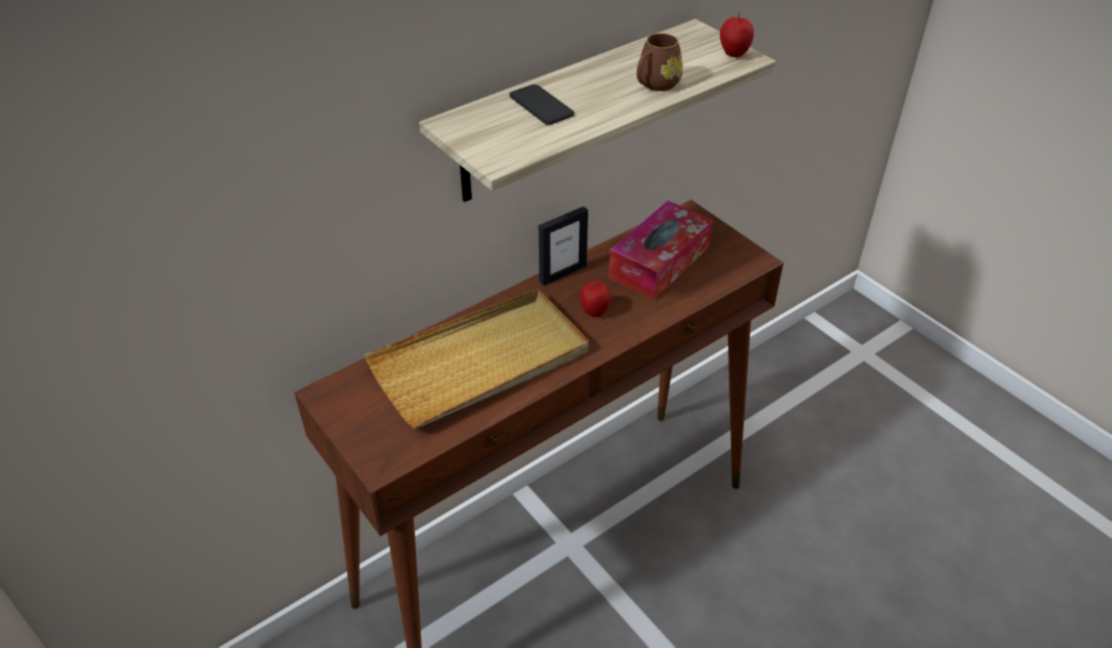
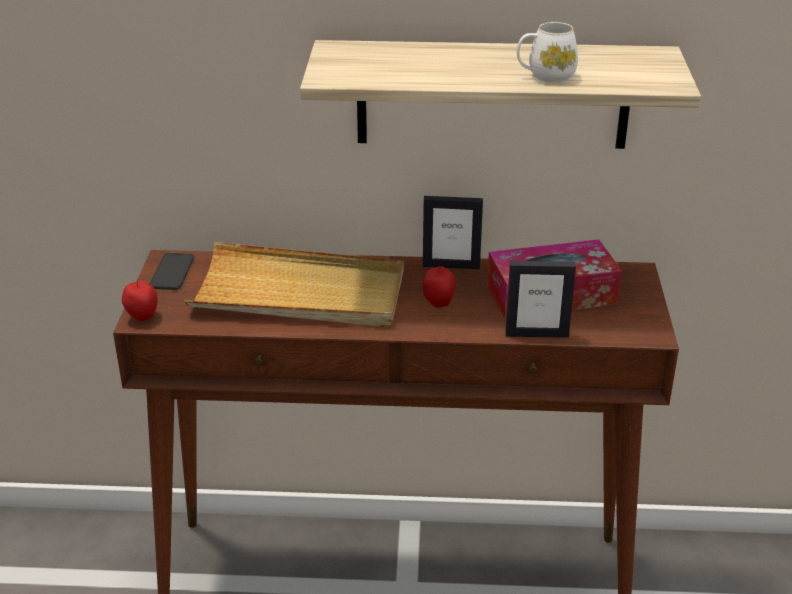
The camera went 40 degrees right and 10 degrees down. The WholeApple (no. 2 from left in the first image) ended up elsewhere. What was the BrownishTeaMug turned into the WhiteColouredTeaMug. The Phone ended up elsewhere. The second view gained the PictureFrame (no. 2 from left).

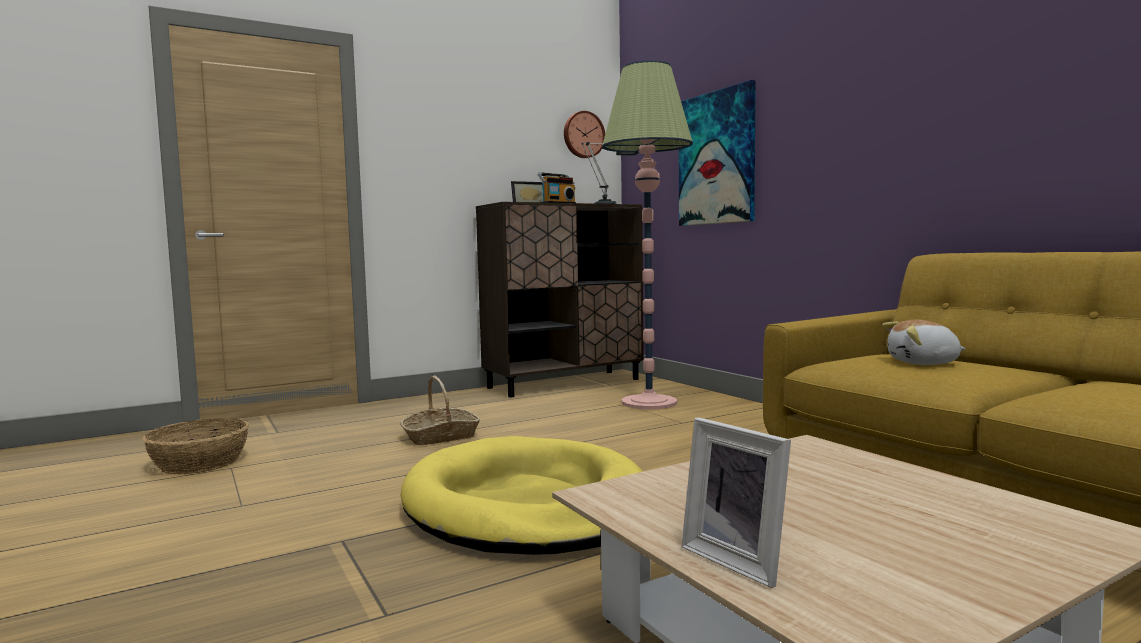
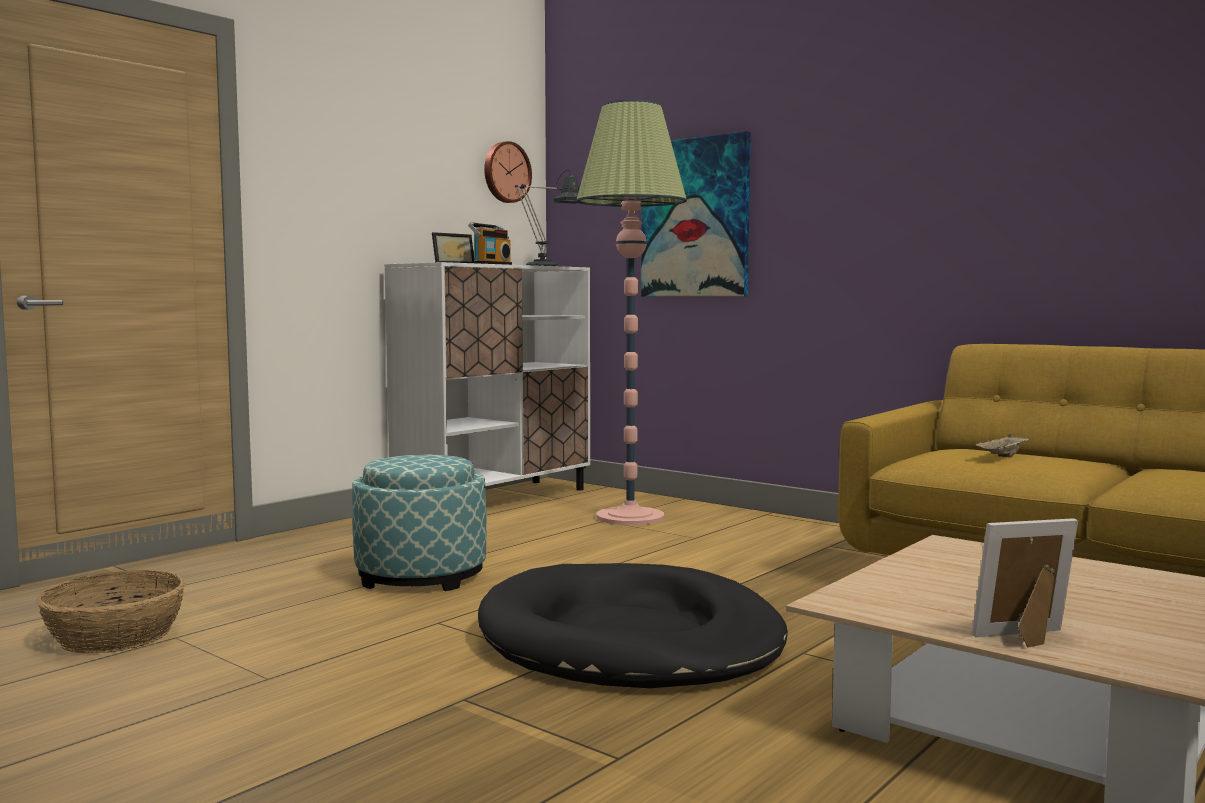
The camera went 20 degrees left and 0 degrees up. What was the BrownishCabinet turned into the WhiteColouredCabinet. Where the SoftToy stood, the SandColouredCarryingTray came to stand. Where the StorageBasket (no. 2 from left) stood, the Footrest came to stand. The PictureFrame (no. 2 from left) ended up facing another way, 135 degrees clockwise from before. What was the YellowColouredDogCushion turned into the BlackDogCushion.

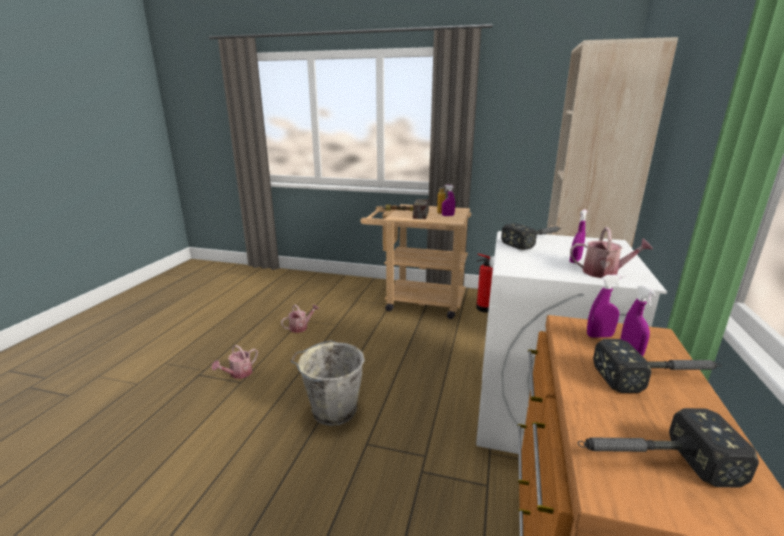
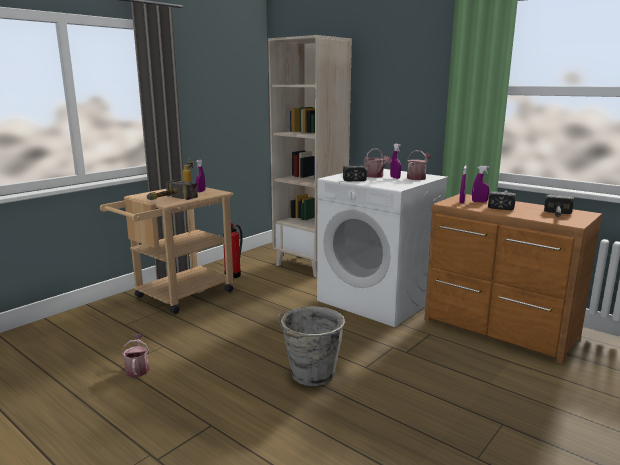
The camera went 65 degrees left and 5 degrees down. The WateringCan (no. 1 from left in the first image) ended up elsewhere.

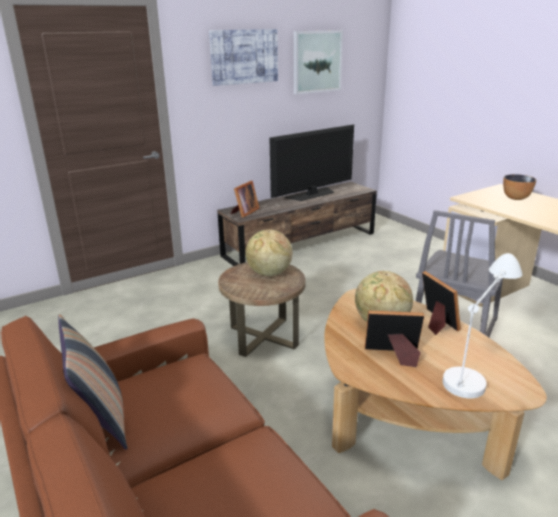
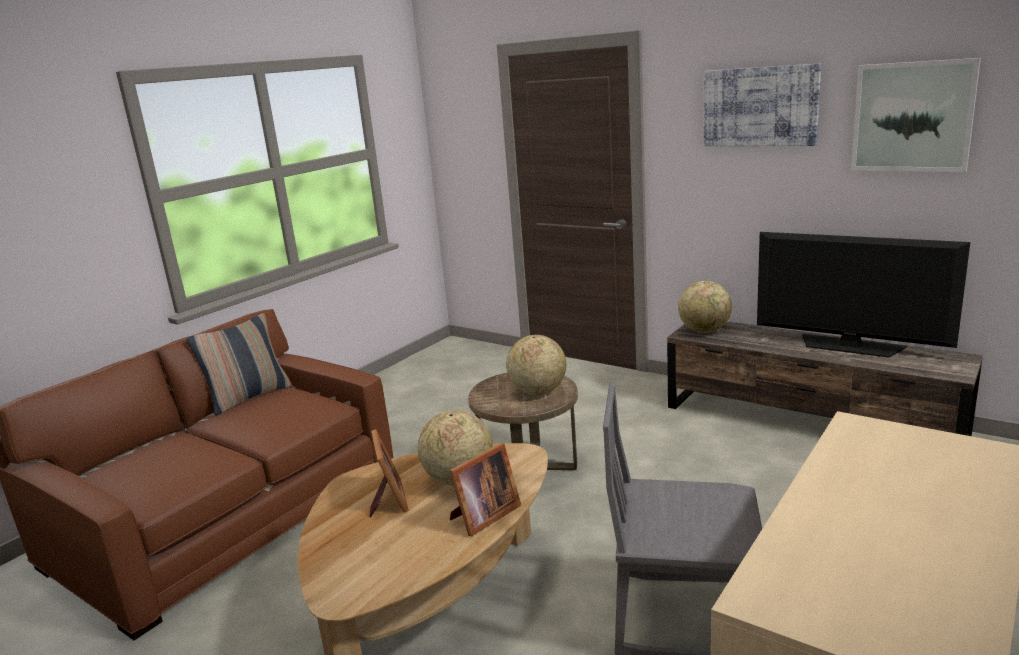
The camera went 70 degrees right and 5 degrees down. The second view lost the Bowl. Where the PictureFrame (no. 1 from left) stood, the Globe (no. 3 from left) came to stand. The second view lost the WhiteColouredTabletopLamp.

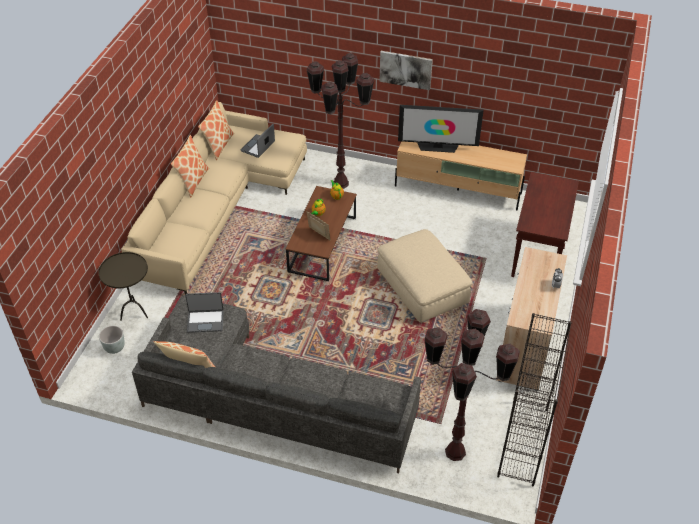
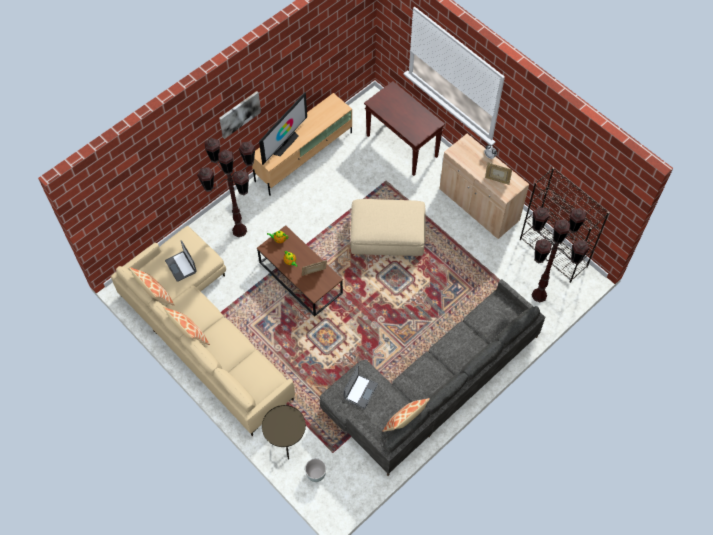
The camera went 60 degrees left and 15 degrees up. The second view gained the PictureFrame (no. 2 from left).

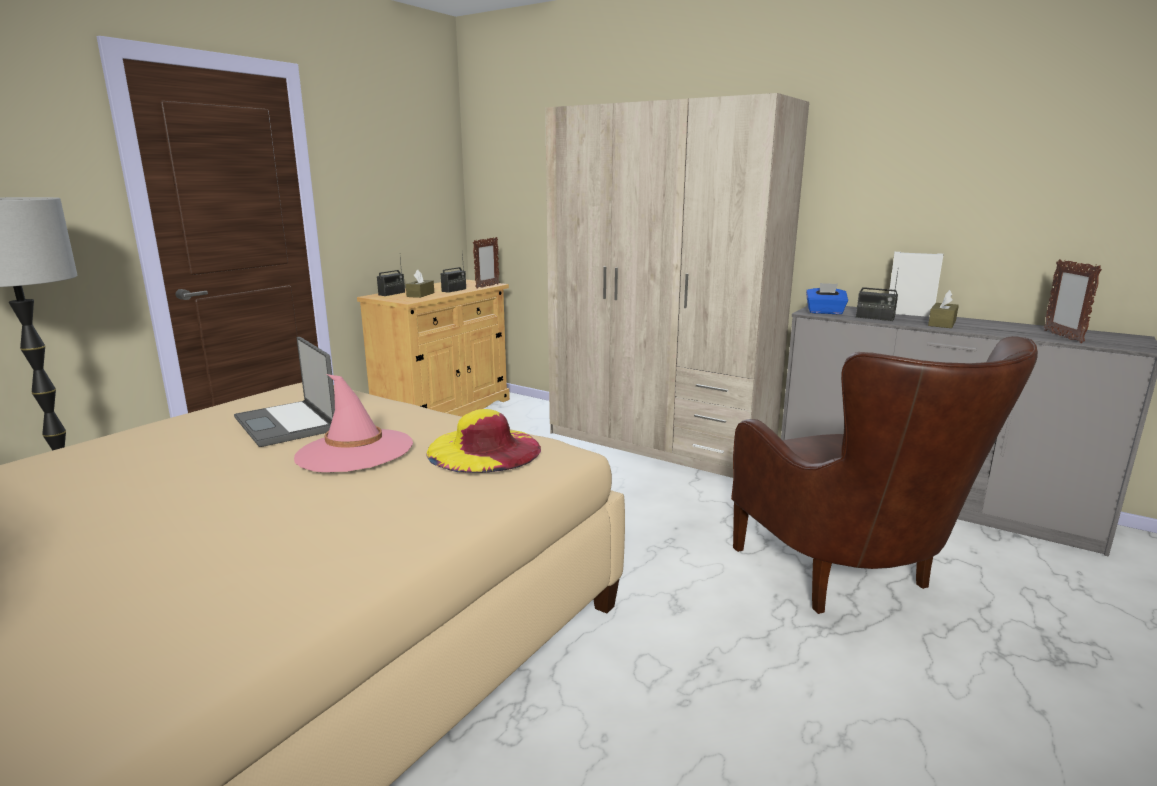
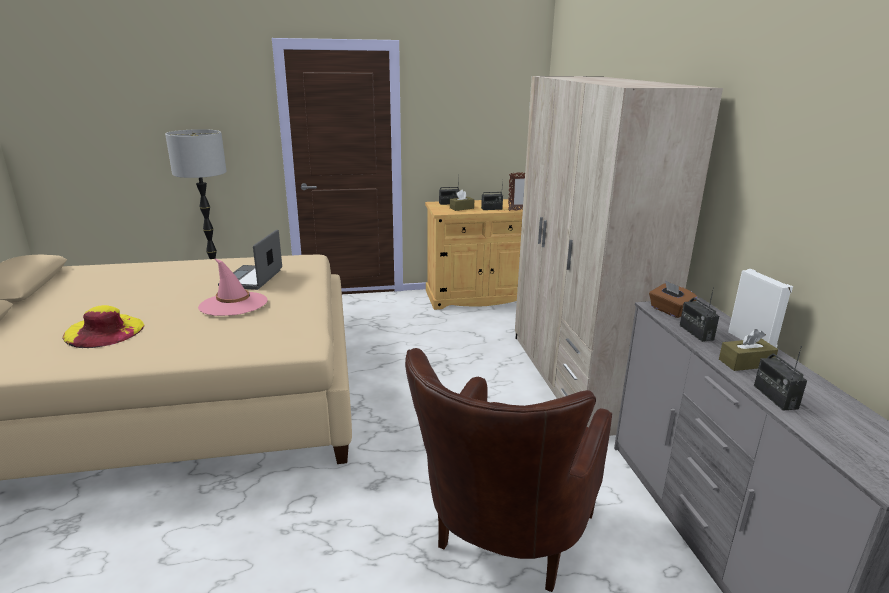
The camera went 45 degrees right and 5 degrees up. The second view lost the PictureFrame (no. 2 from left). What was the BlueColouredBoxOfTissues turned into the BrownishBoxOfTissues (no. 2 from left). The YellowColouredClothingHat ended up elsewhere. The second view gained the RadioReceiver (no. 4 from left).

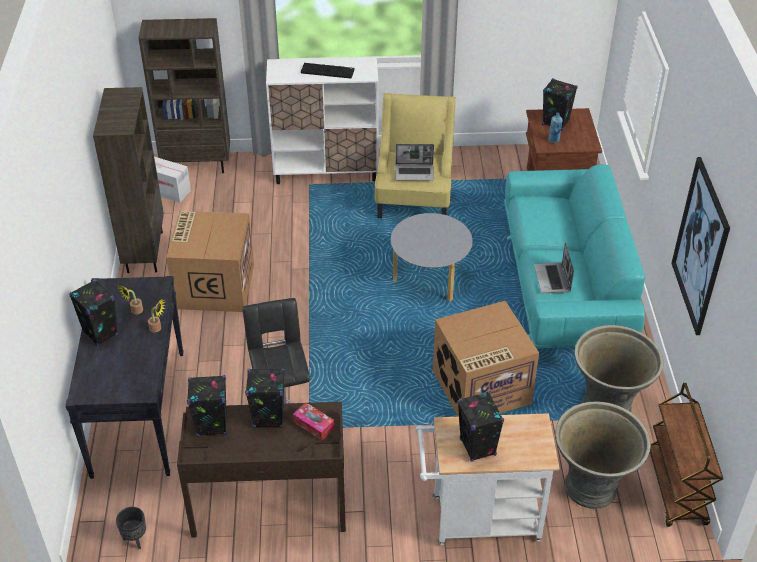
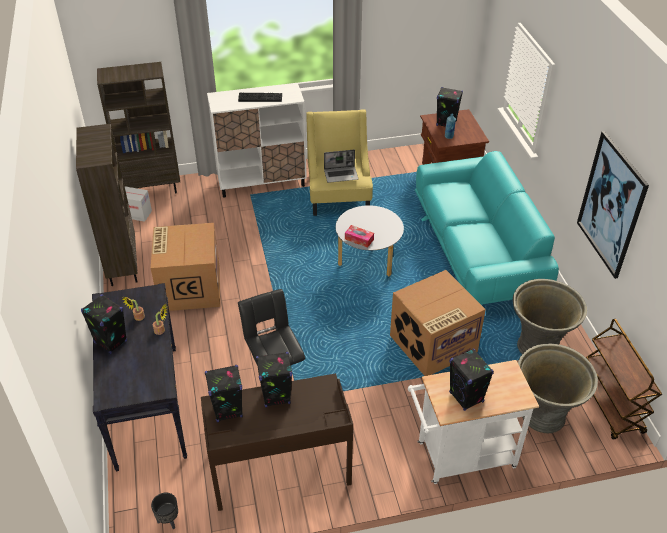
The camera went 10 degrees left and 0 degrees up. The second view lost the PortableComputer (no. 2 from left). The BoxOfTissues ended up elsewhere.

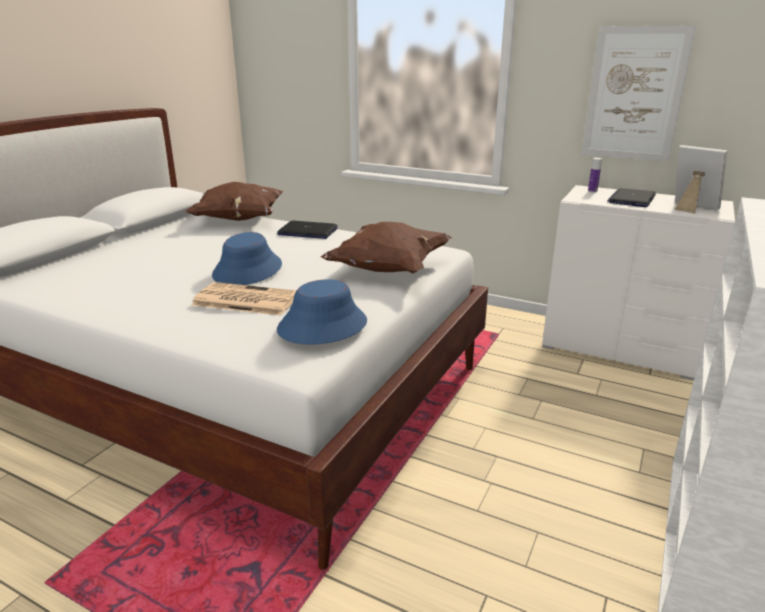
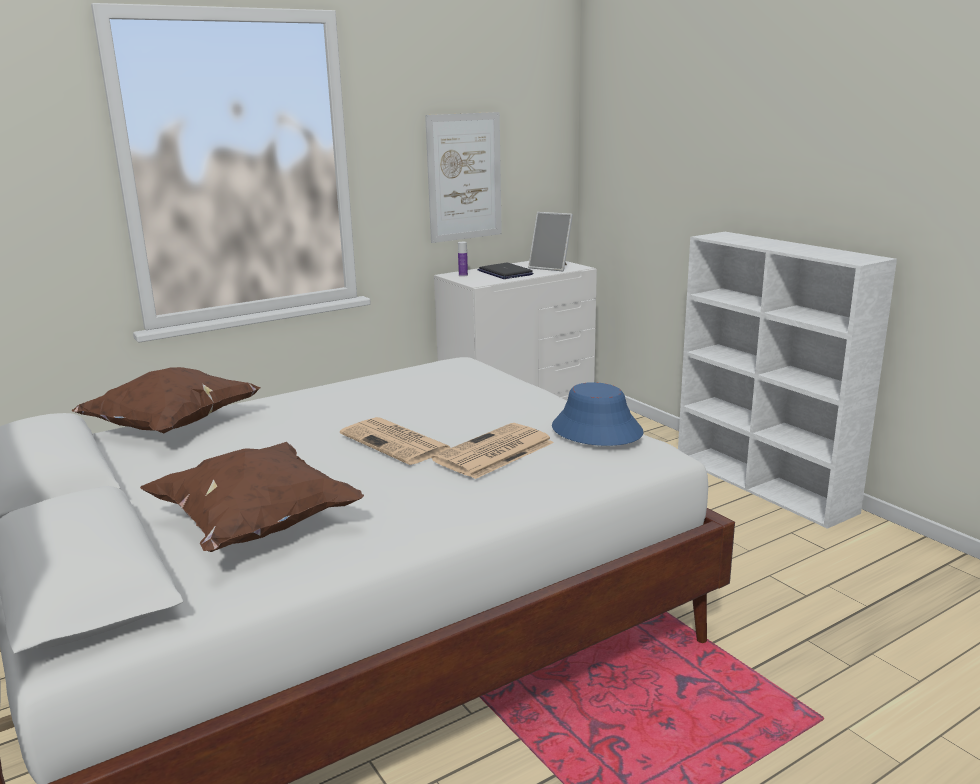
The camera went 60 degrees left and 5 degrees down. The PictureFrame ended up facing another way, 135 degrees counterclockwise from before. The second view lost the PortableComputer (no. 1 from left). The BrownishThrowPillow (no. 2 from left) ended up elsewhere. Where the BlueColouredClothingHat (no. 1 from left) stood, the Newspaper (no. 1 from left) came to stand.

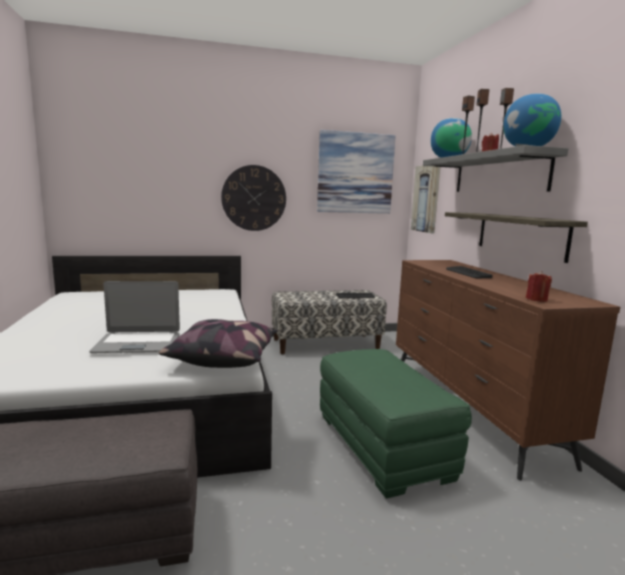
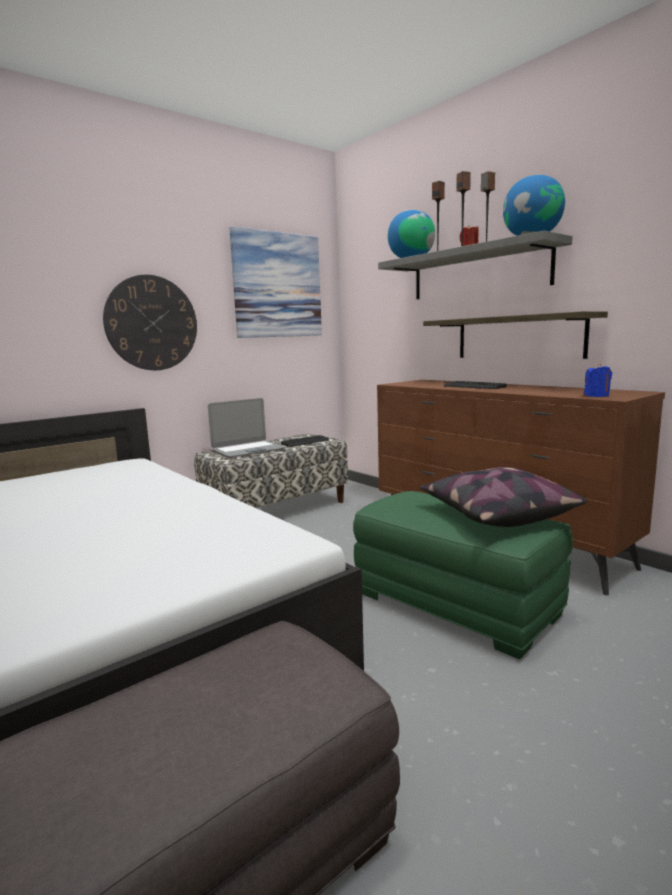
The camera went 25 degrees left and 0 degrees up. The second view lost the Picture (no. 2 from left). What was the RedWaxLight (no. 2 from left) turned into the BlueColouredWaxLight. The PortableComputer ended up elsewhere. The ThrowPillow ended up elsewhere.

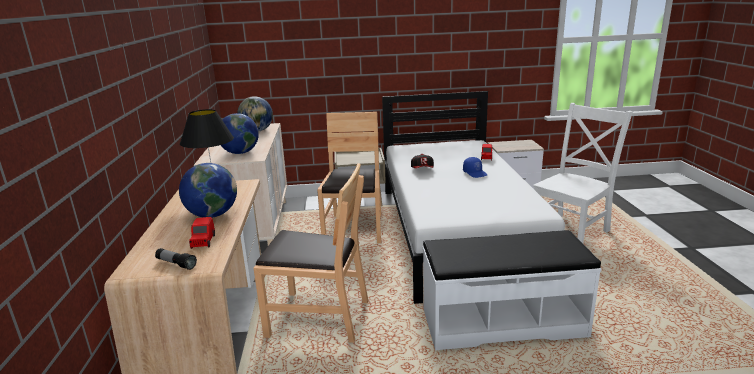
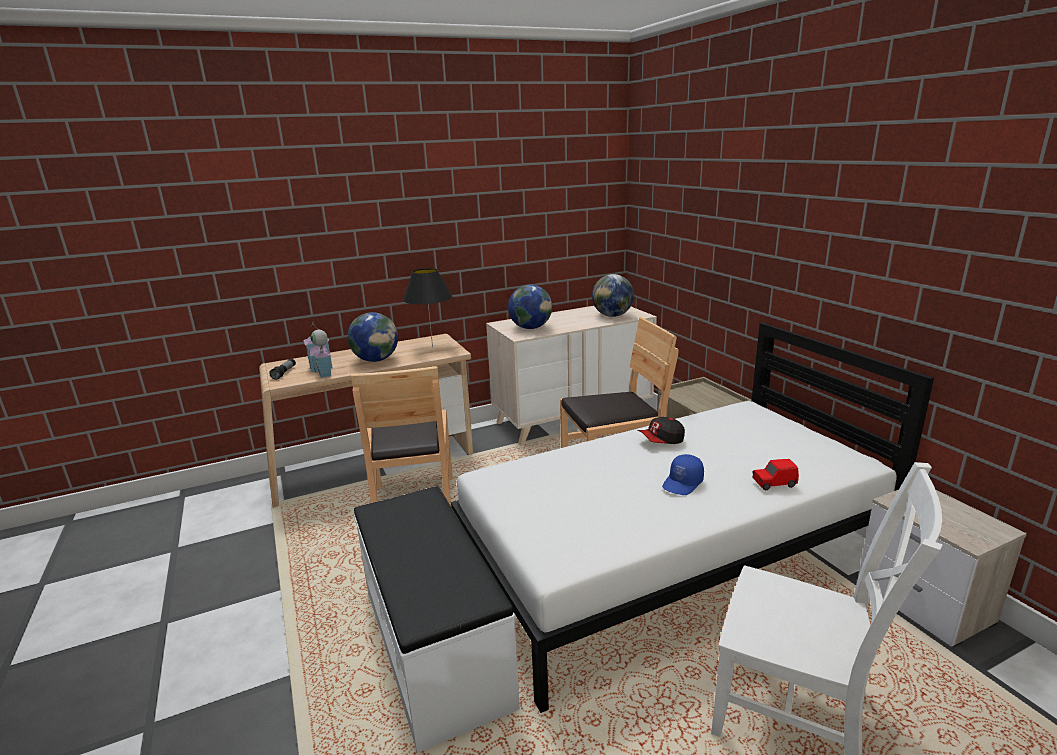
The camera went 70 degrees right and 0 degrees up. Where the RedMiniatureCar (no. 1 from left) stood, the MiniatureHouse came to stand.

